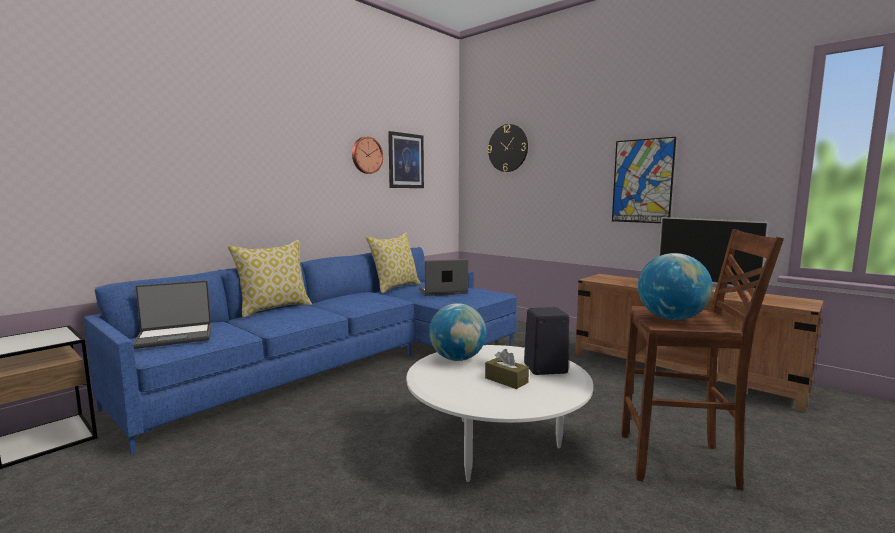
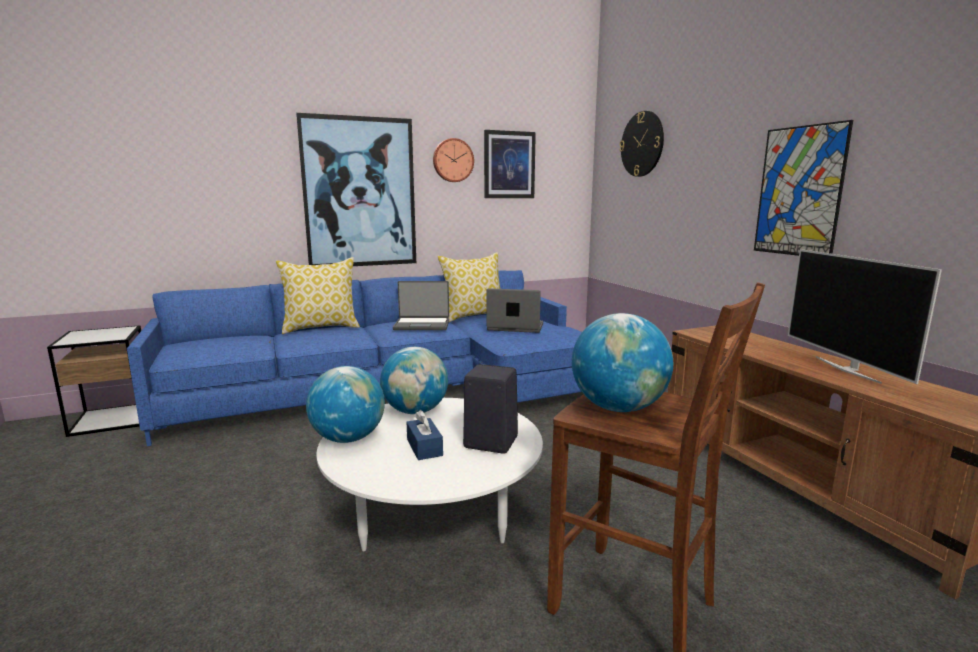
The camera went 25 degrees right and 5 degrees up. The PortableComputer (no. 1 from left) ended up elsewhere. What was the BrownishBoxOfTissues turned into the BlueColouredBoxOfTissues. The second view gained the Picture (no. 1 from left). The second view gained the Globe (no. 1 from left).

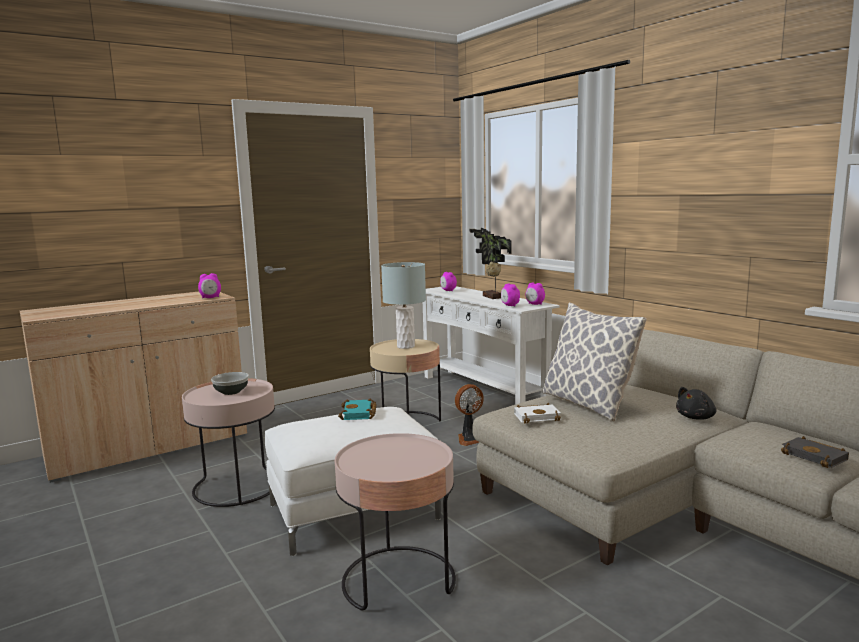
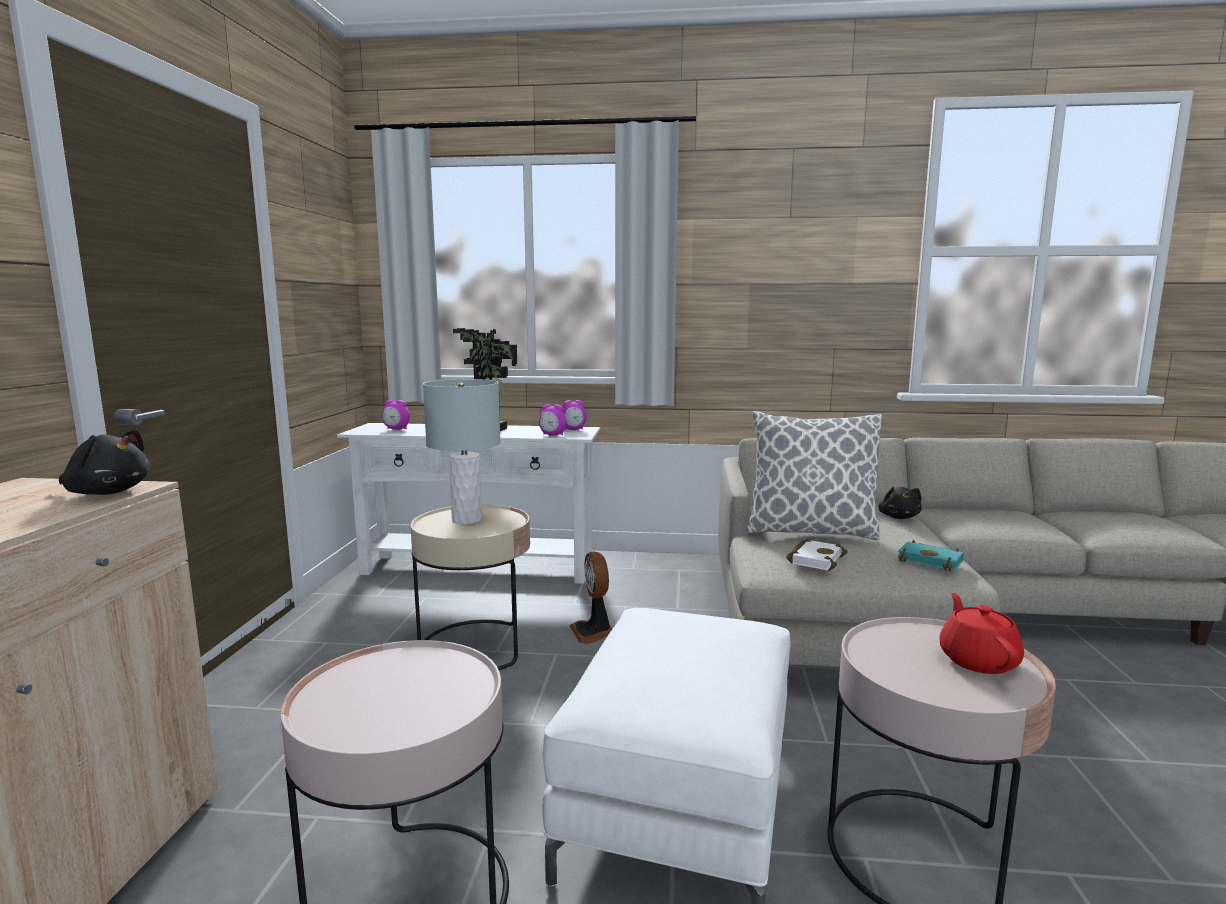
The camera went 50 degrees left and 0 degrees up. Where the AlarmClock (no. 1 from left) stood, the BlackSoftToy (no. 1 from left) came to stand. The second view lost the Bowl. The ElectricFan ended up facing another way, 150 degrees clockwise from before. The BlueGreenBoundBook ended up elsewhere. The second view lost the BlackBoundBook. The second view gained the RedPotForTea.

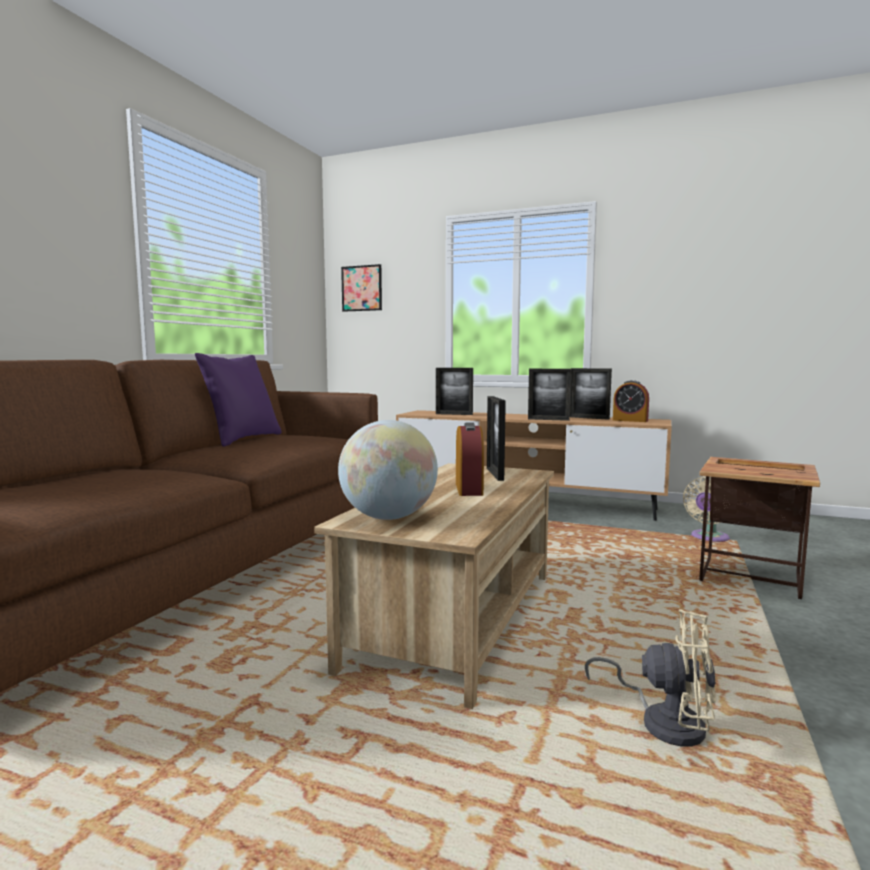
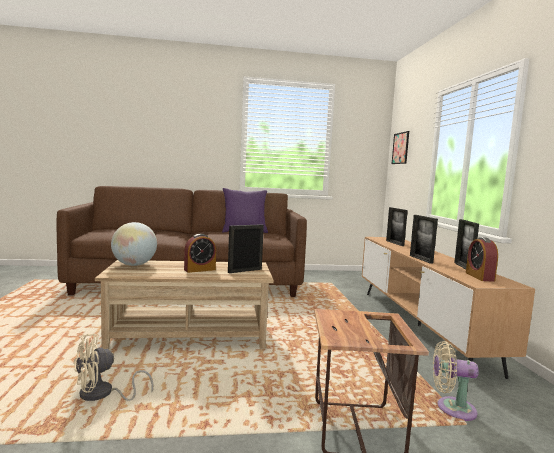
The camera went 60 degrees right and 0 degrees up. The SandColouredElectricFan (no. 1 from left) ended up facing another way, 60 degrees clockwise from before.

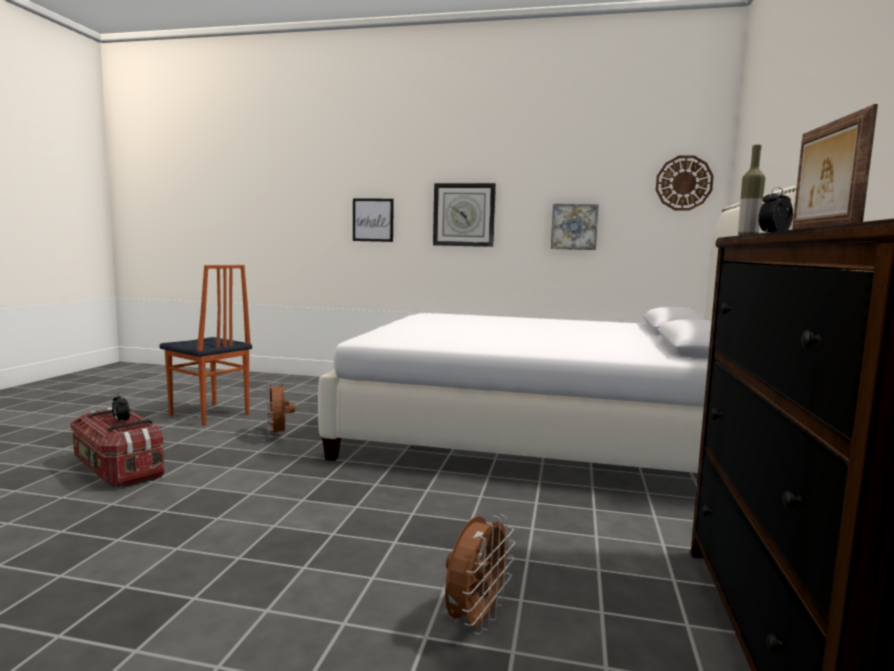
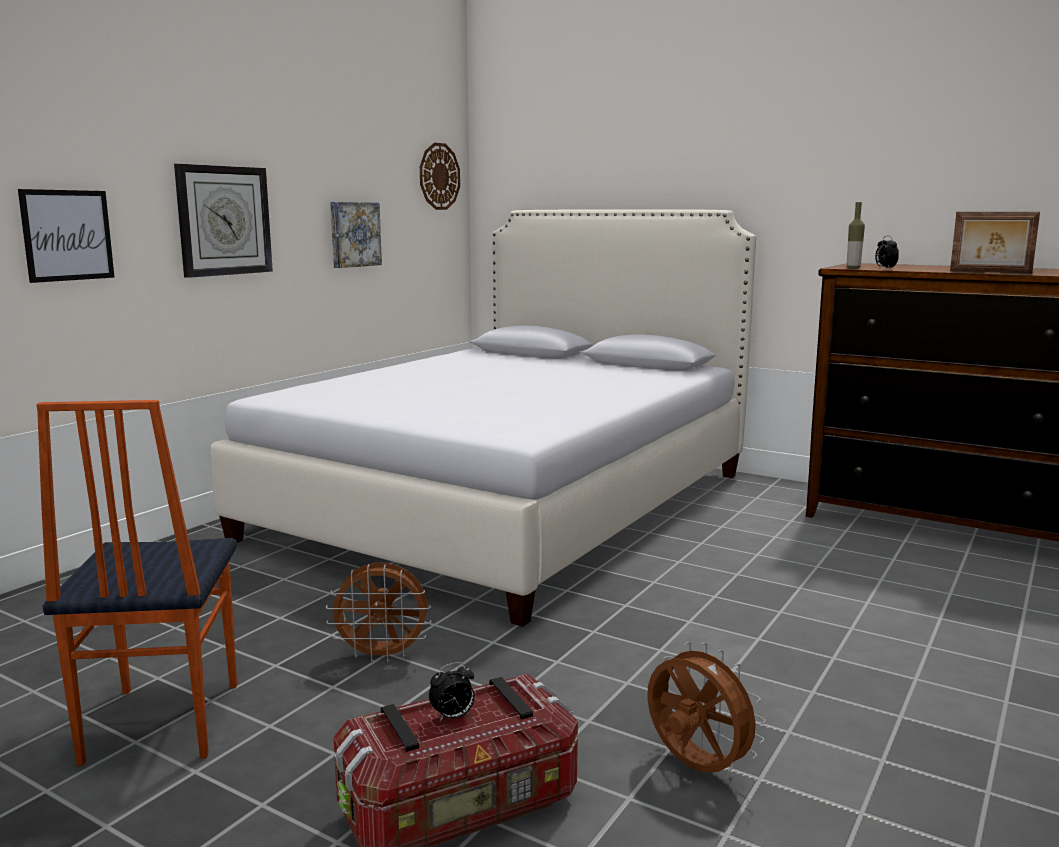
The camera went 70 degrees left and 5 degrees up. The UprightChair ended up facing another way, 120 degrees clockwise from before. The BrownishElectricFan (no. 2 from left) ended up elsewhere.

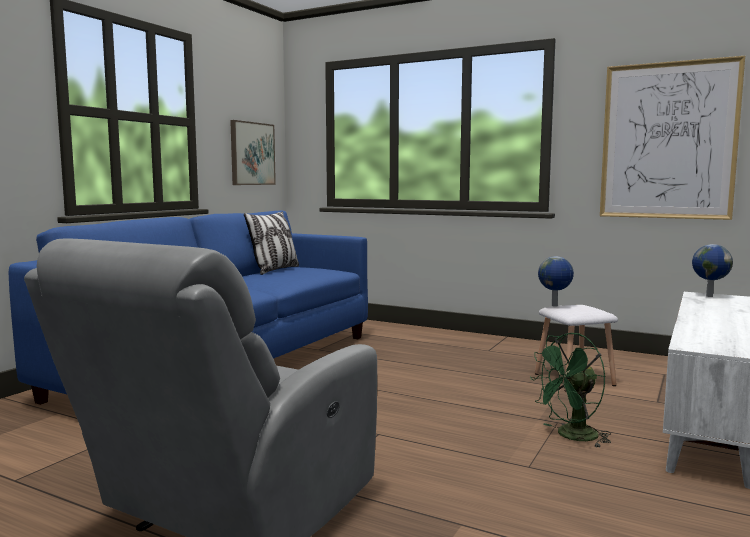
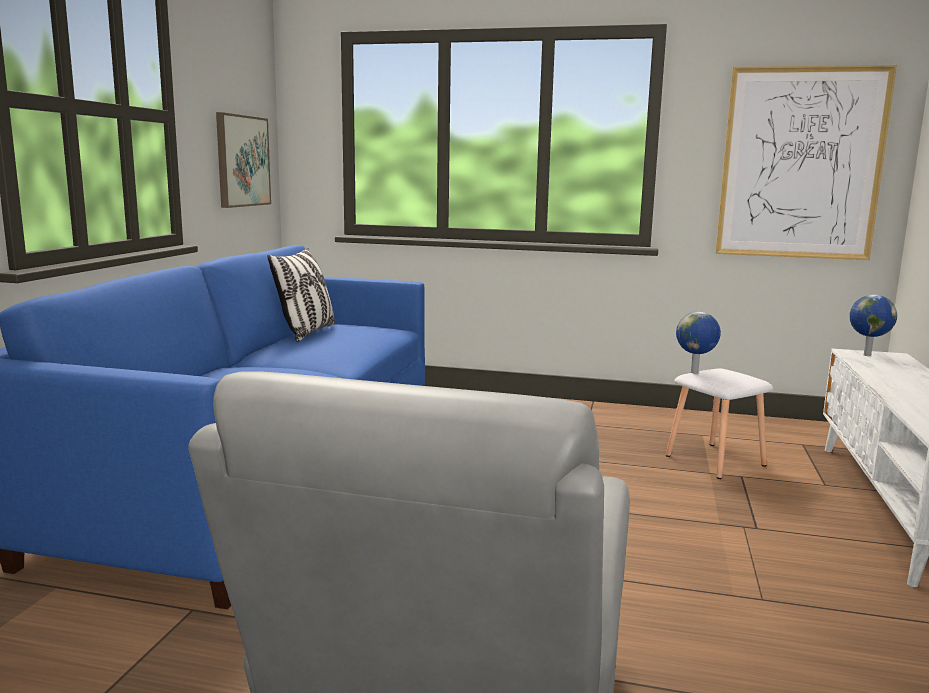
The camera went 15 degrees left and 5 degrees up. The second view lost the GreenElectricFan.

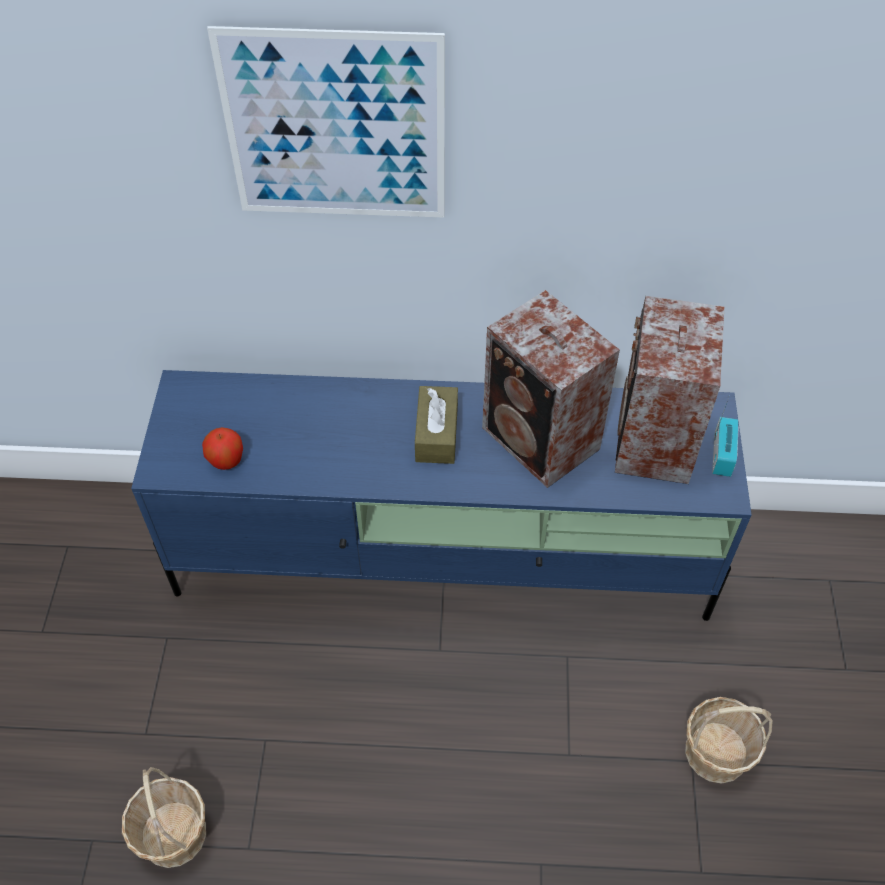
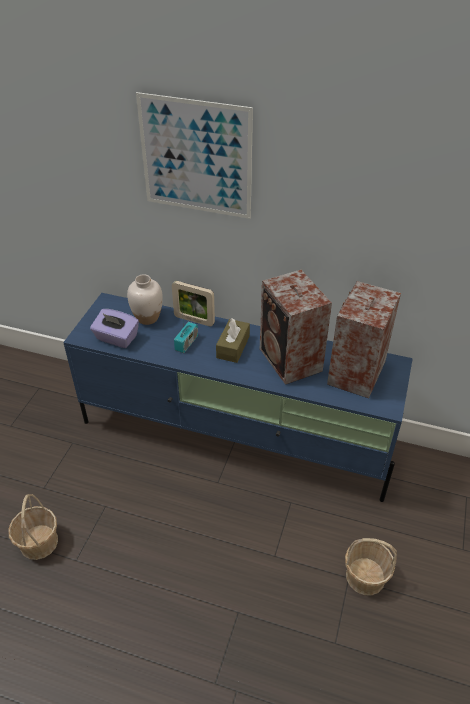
The camera went 15 degrees right and 10 degrees down. The RadioReceiver ended up elsewhere. Where the WholeApple stood, the PurpleBoxOfTissues came to stand. The second view gained the WhiteColouredVase. The second view gained the PictureFrame.

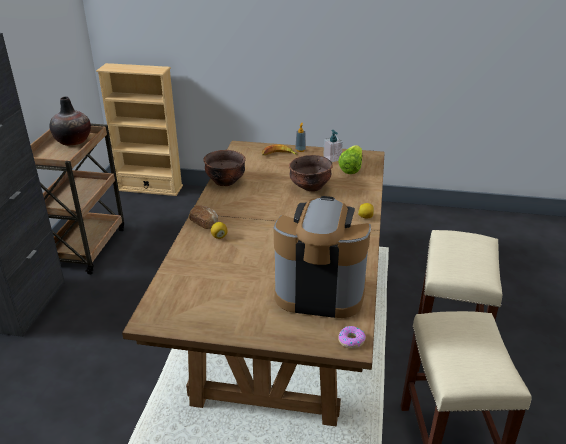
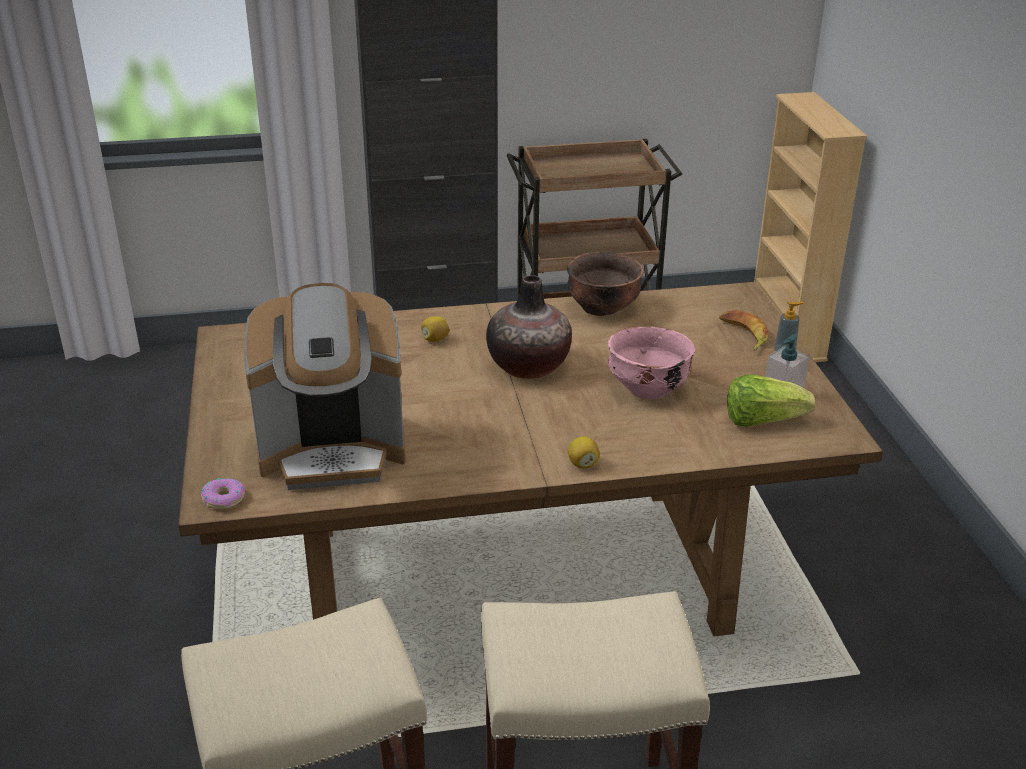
The camera went 70 degrees right and 0 degrees up. The Vase ended up elsewhere. What was the BrownishBowl (no. 2 from left) turned into the PinkColouredBowl. The CoffeeBrewer ended up facing another way, 90 degrees clockwise from before. The second view lost the Bread.

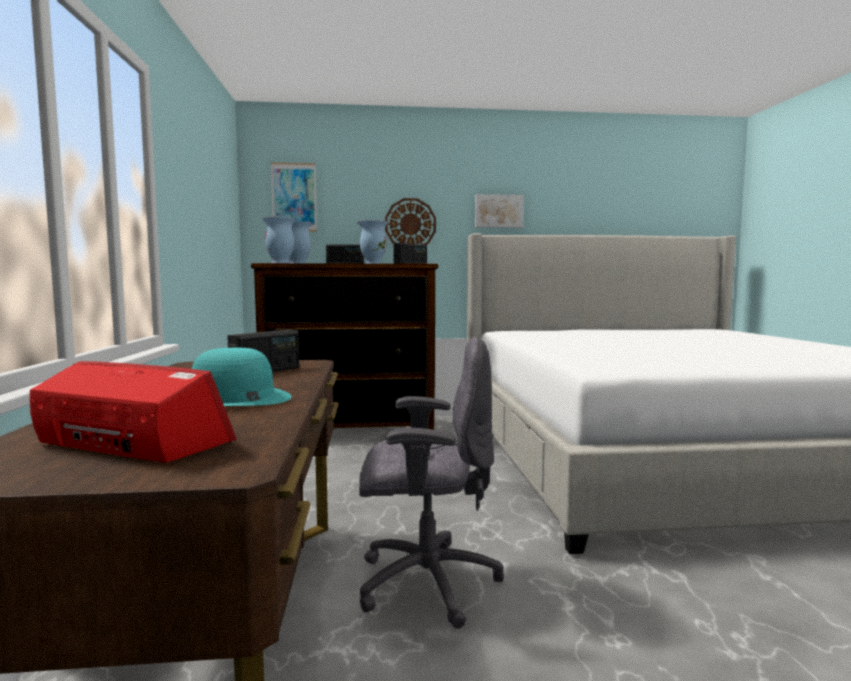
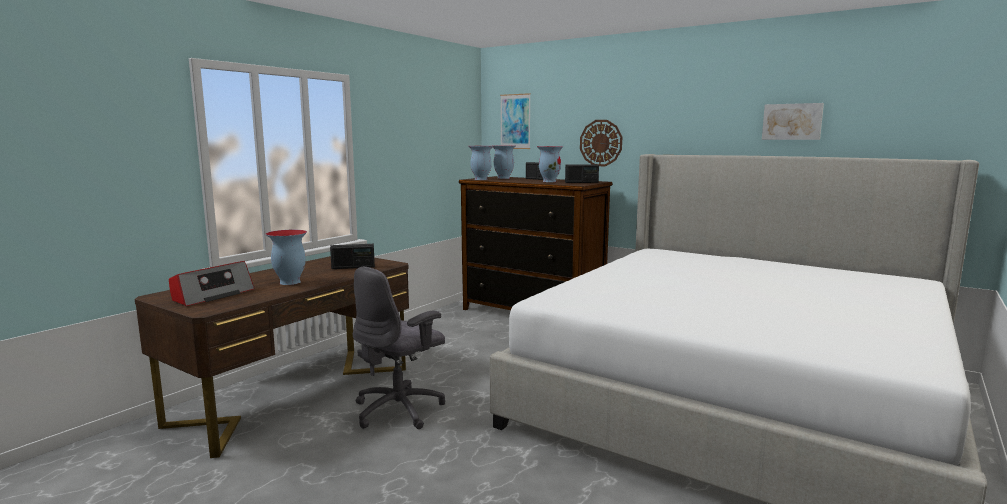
The camera went 40 degrees right and 5 degrees up. The Picture (no. 2 from left) ended up elsewhere. The GreyComputerChair ended up facing another way, 90 degrees clockwise from before. Where the BlueGreenClothingHat stood, the Vase (no. 1 from left) came to stand. The RadioReceiver (no. 1 from left) ended up facing another way, 60 degrees clockwise from before.

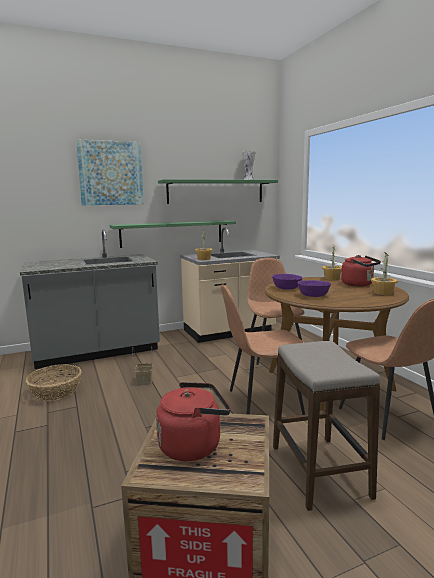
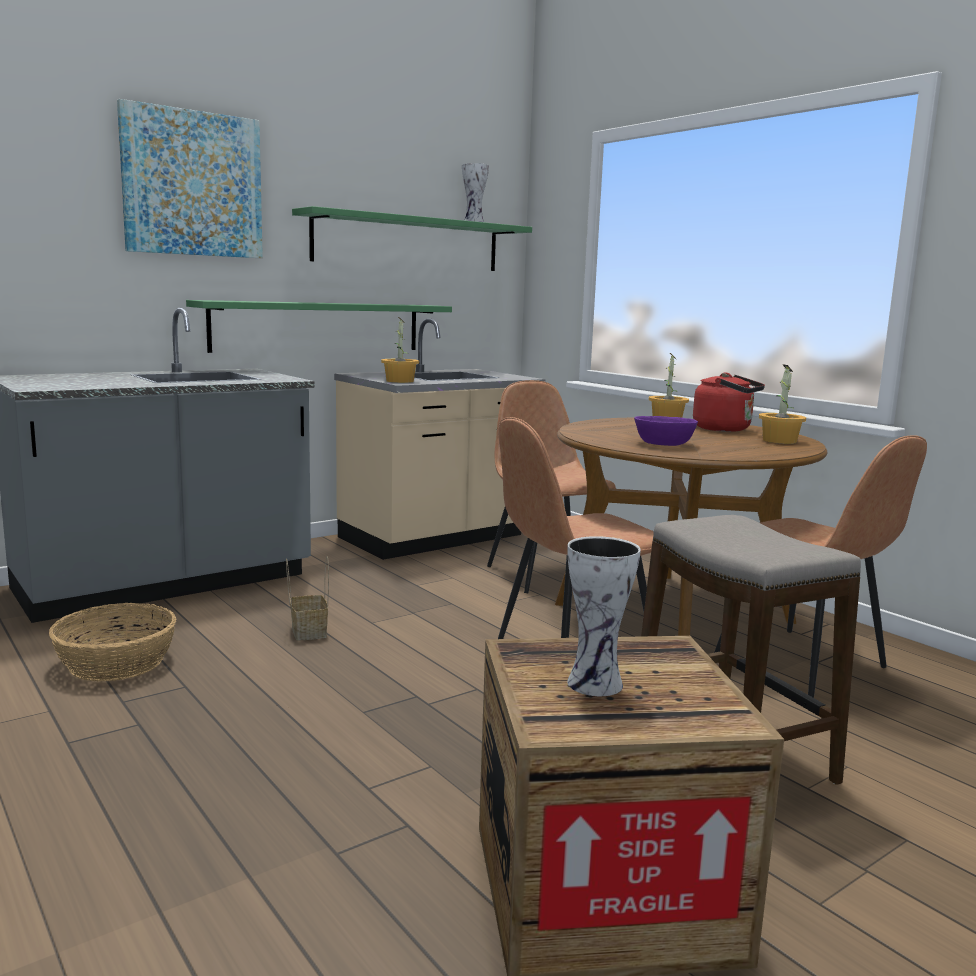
The camera went 15 degrees left and 0 degrees up. The second view lost the PurpleBowl (no. 1 from left). Where the RedTeaKettle (no. 1 from left) stood, the Vase (no. 2 from left) came to stand.

